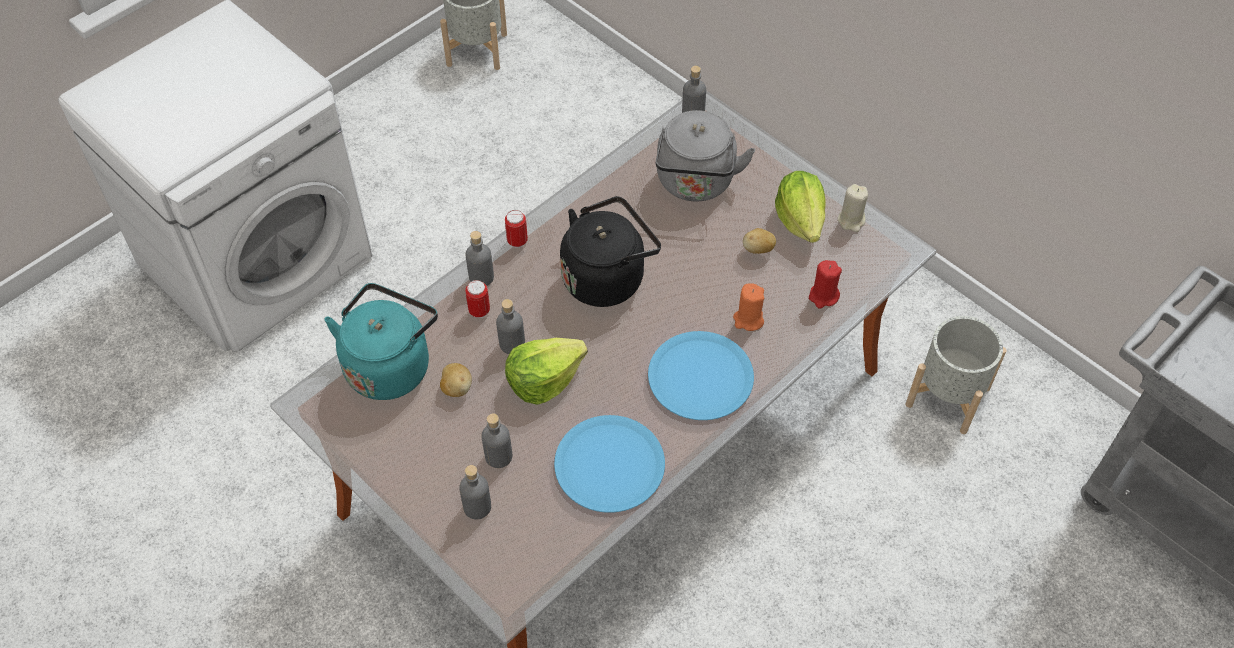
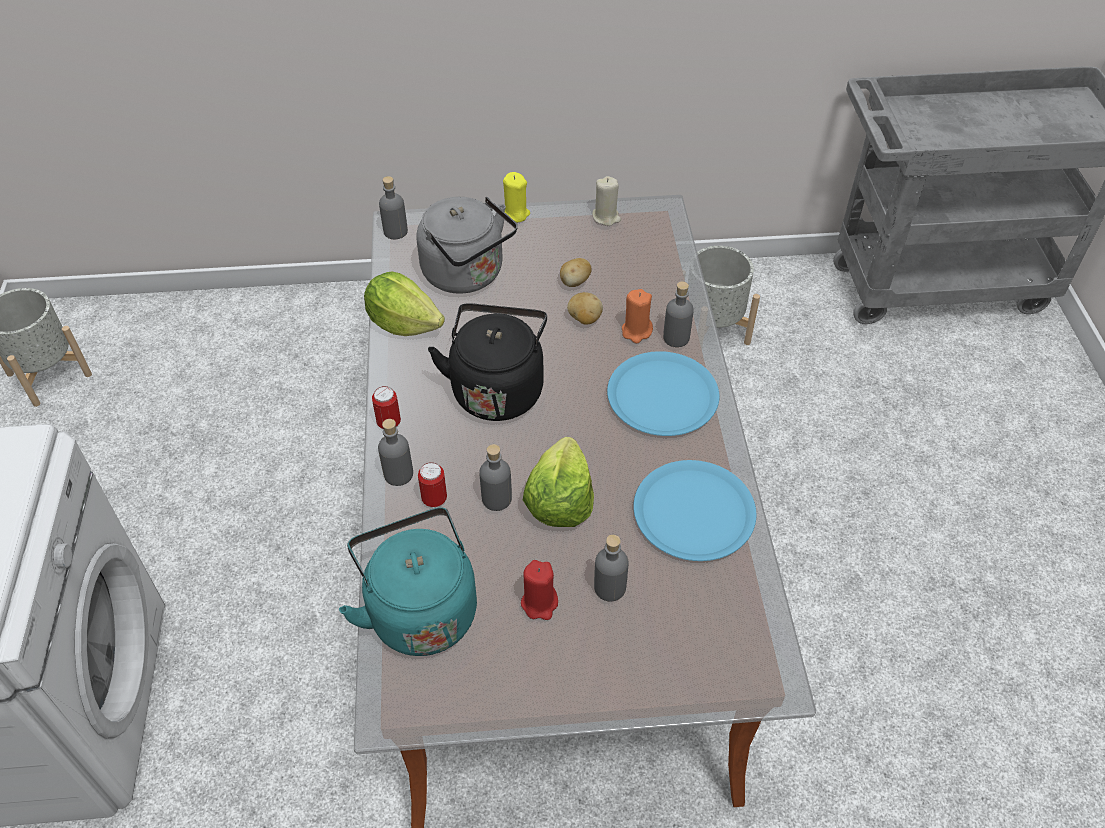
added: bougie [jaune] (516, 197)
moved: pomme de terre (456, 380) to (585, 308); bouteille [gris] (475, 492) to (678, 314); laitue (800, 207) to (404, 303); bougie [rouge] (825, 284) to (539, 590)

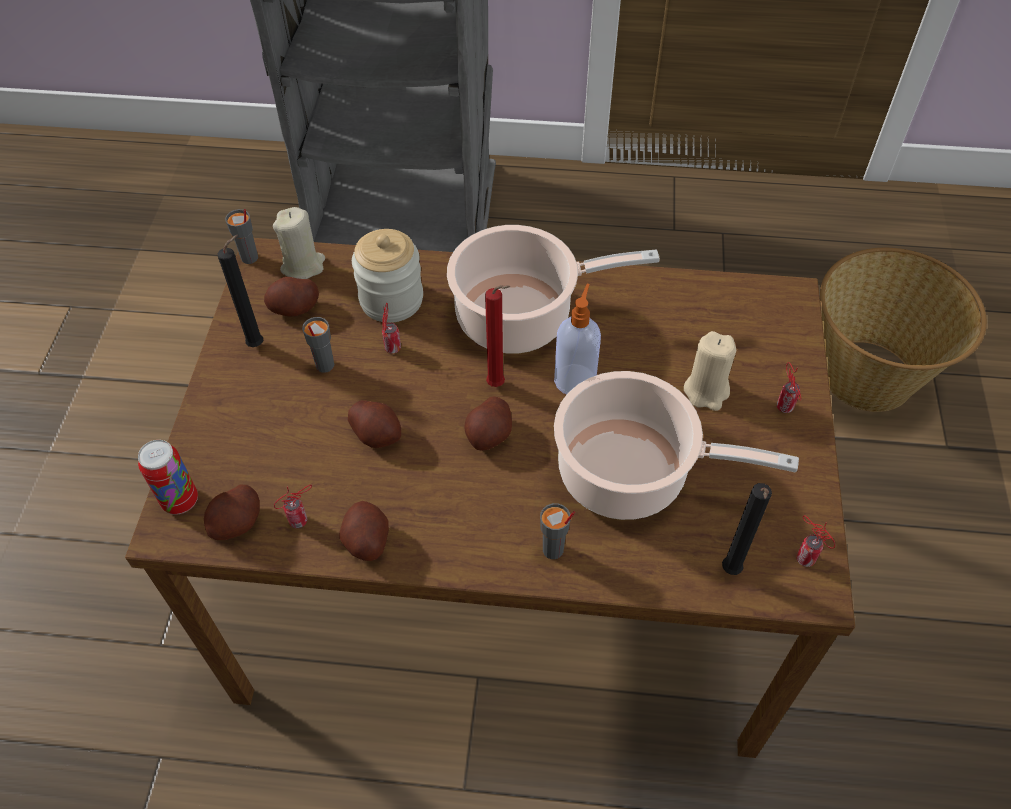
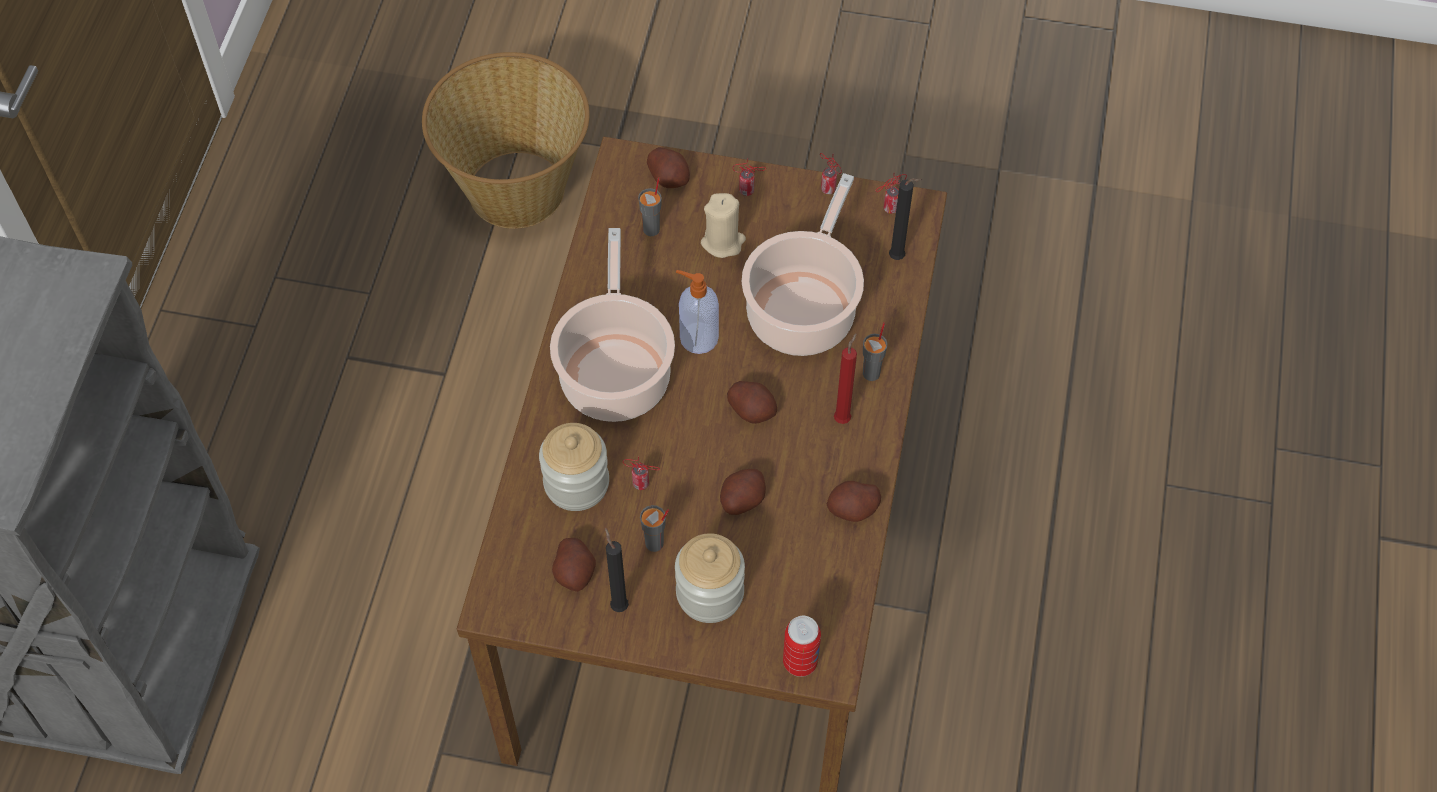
removed: bougie [beige] (299, 243)
added: bocal (710, 578)
moved: pomme de terre (232, 512) to (668, 167); tasse [gris] (241, 236) to (650, 206); boîte métallique (293, 506) to (831, 173); bougie [rouge] (497, 336) to (845, 378)

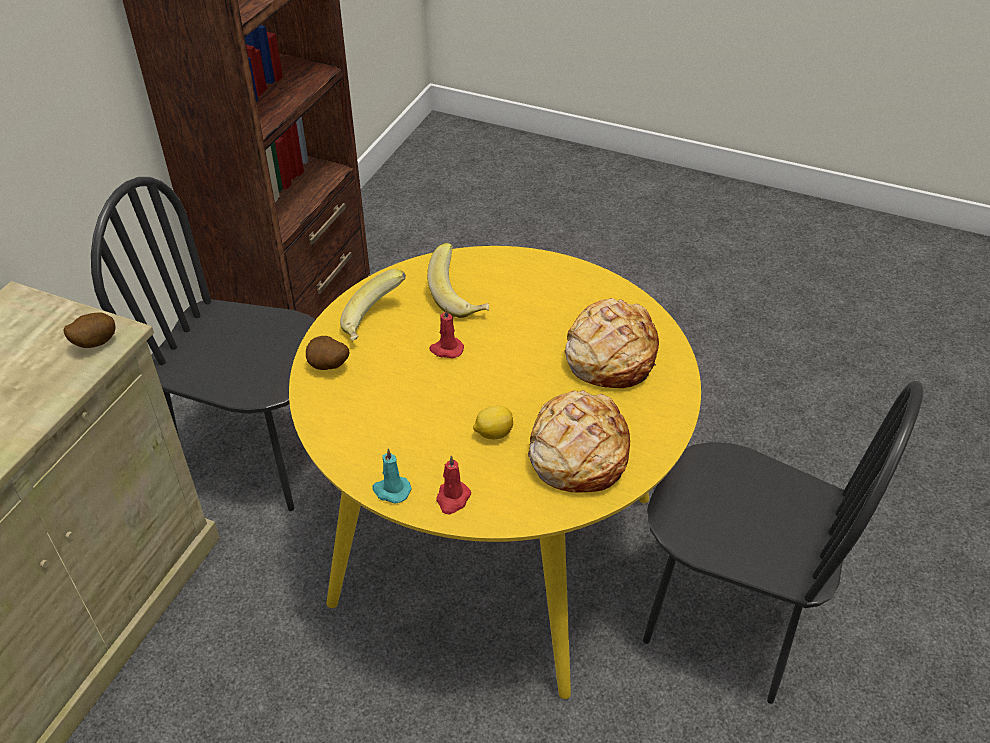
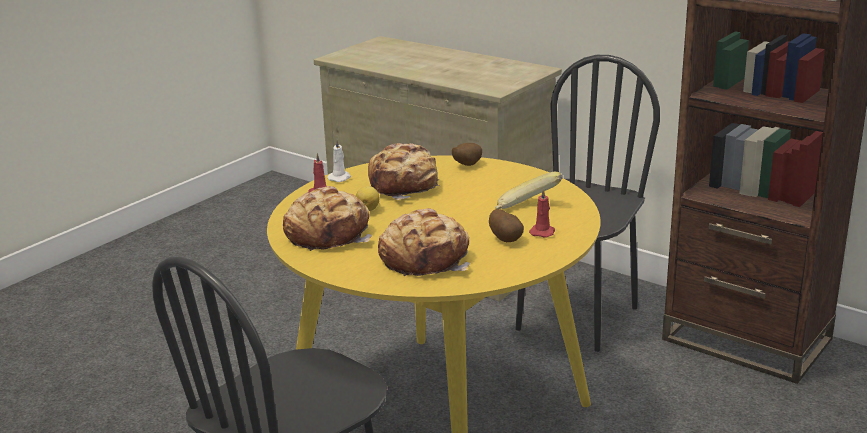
removed: banane (373, 305)
added: pain (403, 171)
moved: pomme de terre (89, 330) to (506, 225); bougie [rouge] (446, 332) to (542, 213)
recoloured: bougie [turquoise] (392, 476) to bougie [blanc] (339, 160)

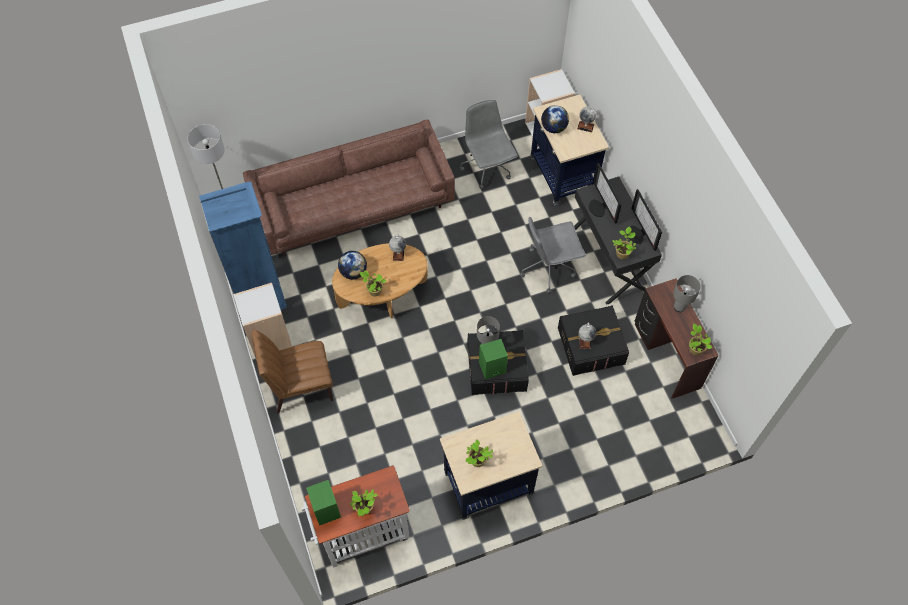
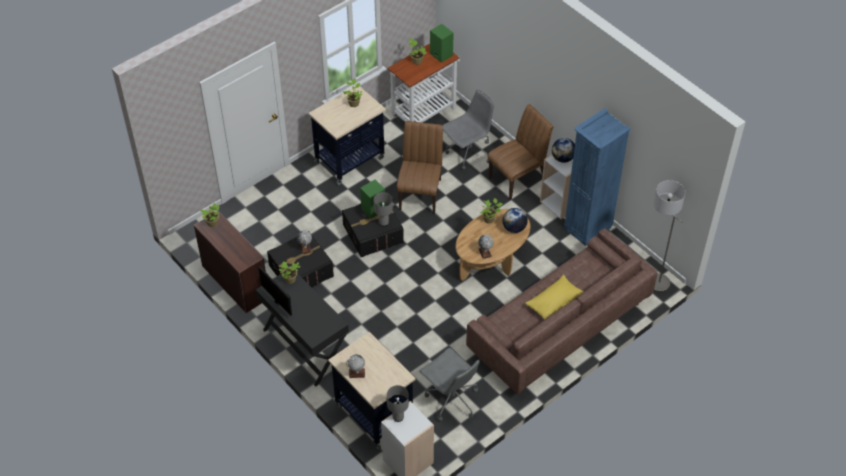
removed: écran d'ordinateur (605, 193)
added: chaise [marron] (420, 167); coussin [jaune] (554, 297)
moved: chaise de bureau [gris] (553, 254) to (468, 130); globe (555, 119) to (563, 150); lampe de table [gris] (687, 293) to (398, 403)

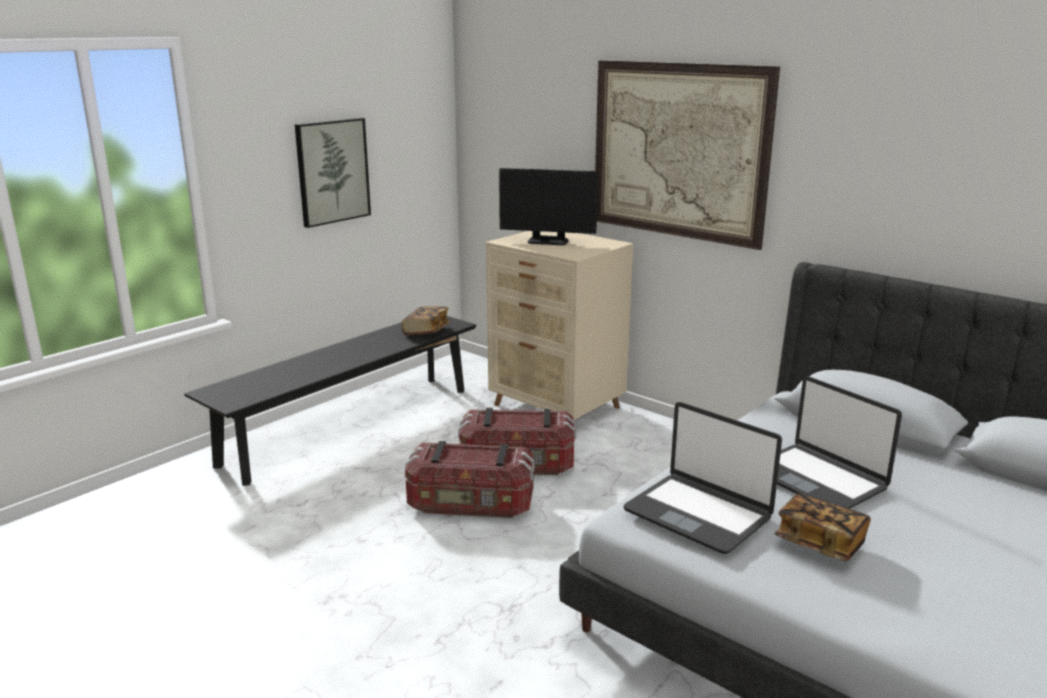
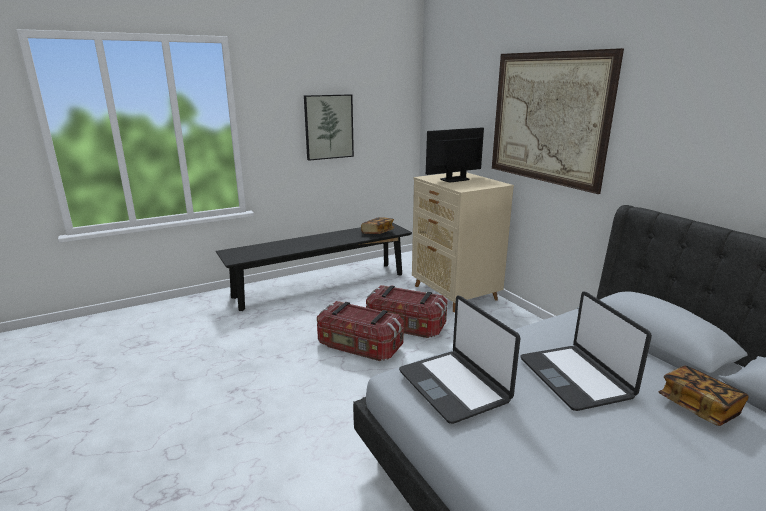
moved: livre (823, 527) to (704, 395)
turned: écran d'ordinateur (548, 206) = (455, 155) 120 degrees clockwise

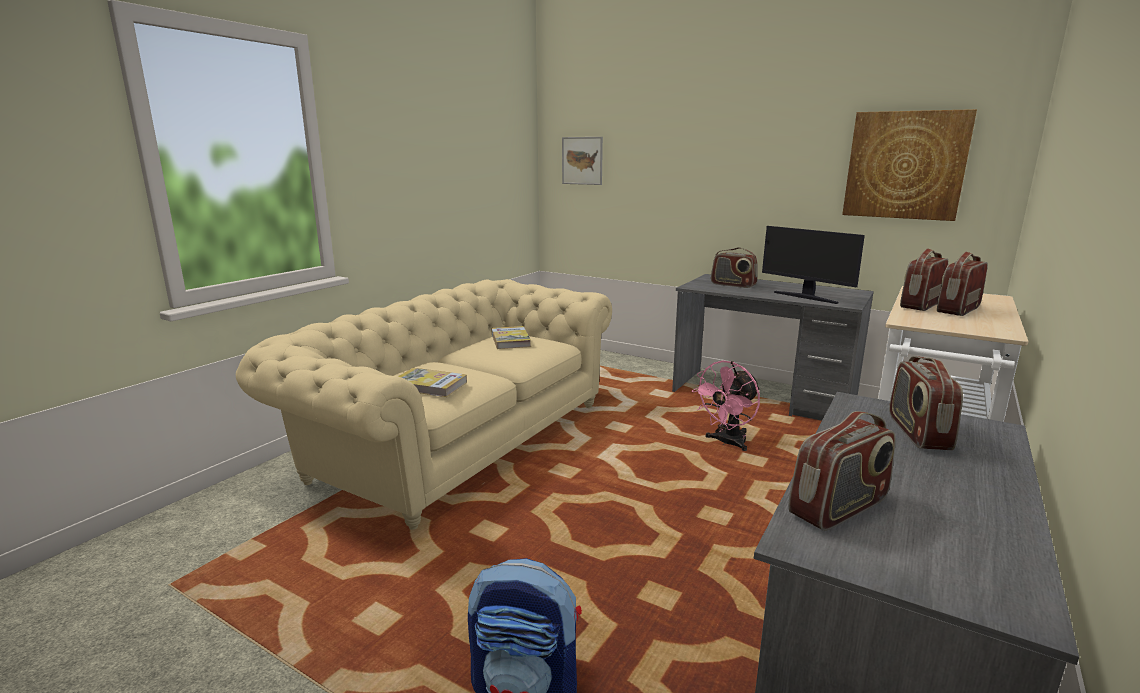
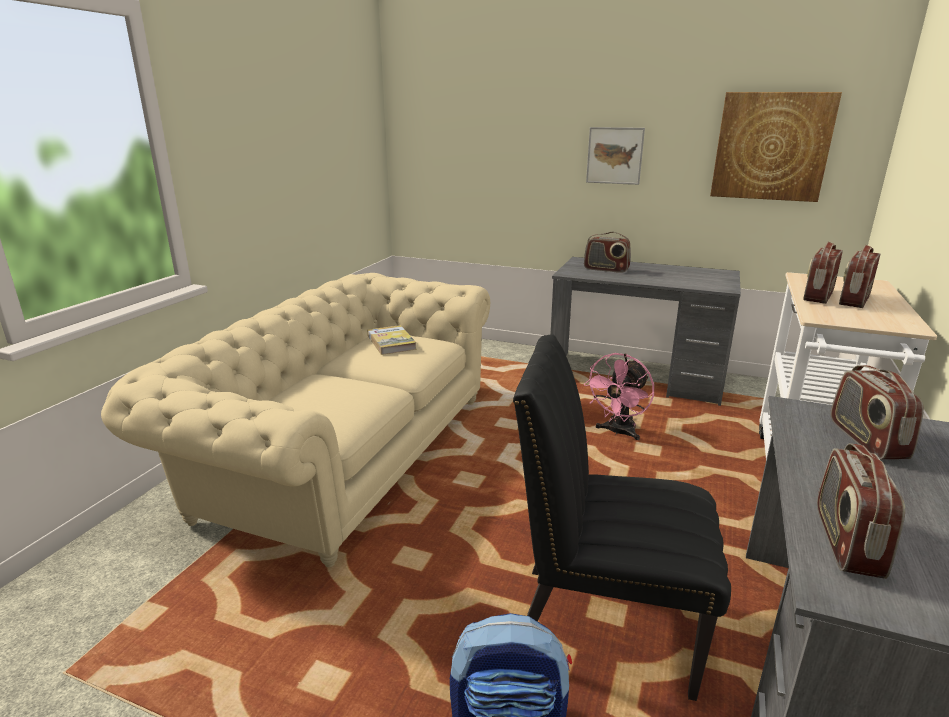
removed: livre (432, 382); écran d'ordinateur (813, 265)
added: chaise [noir] (622, 518)
moved: tableau (582, 161) to (615, 156)
turned: radio (842, 471) = (861, 511) 150 degrees clockwise

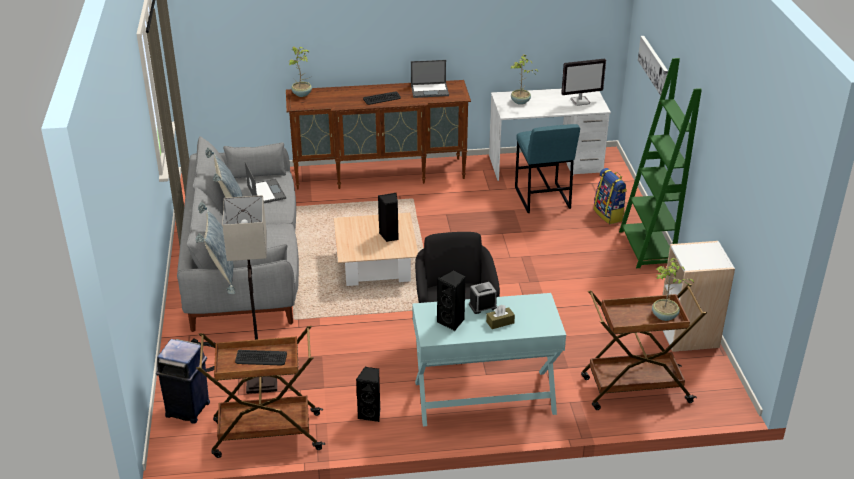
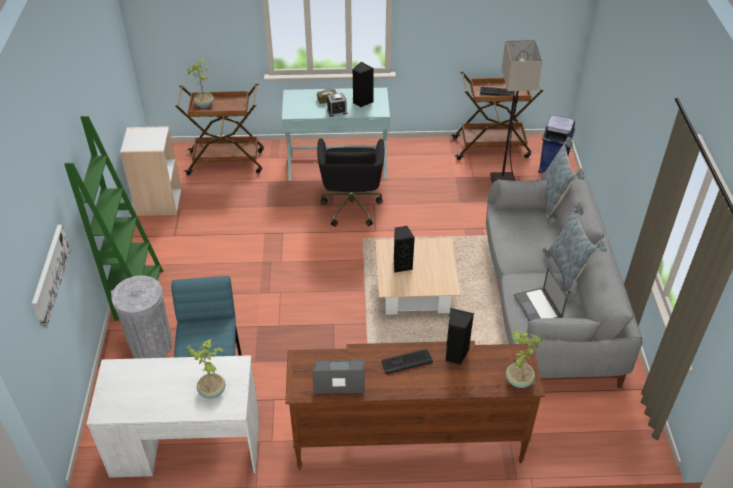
removed: écran d'ordinateur (583, 82)
moved: enceinte [noir] (368, 394) to (460, 336)
replaced: sac à dos (610, 196) to poubelle [gris] (141, 317)

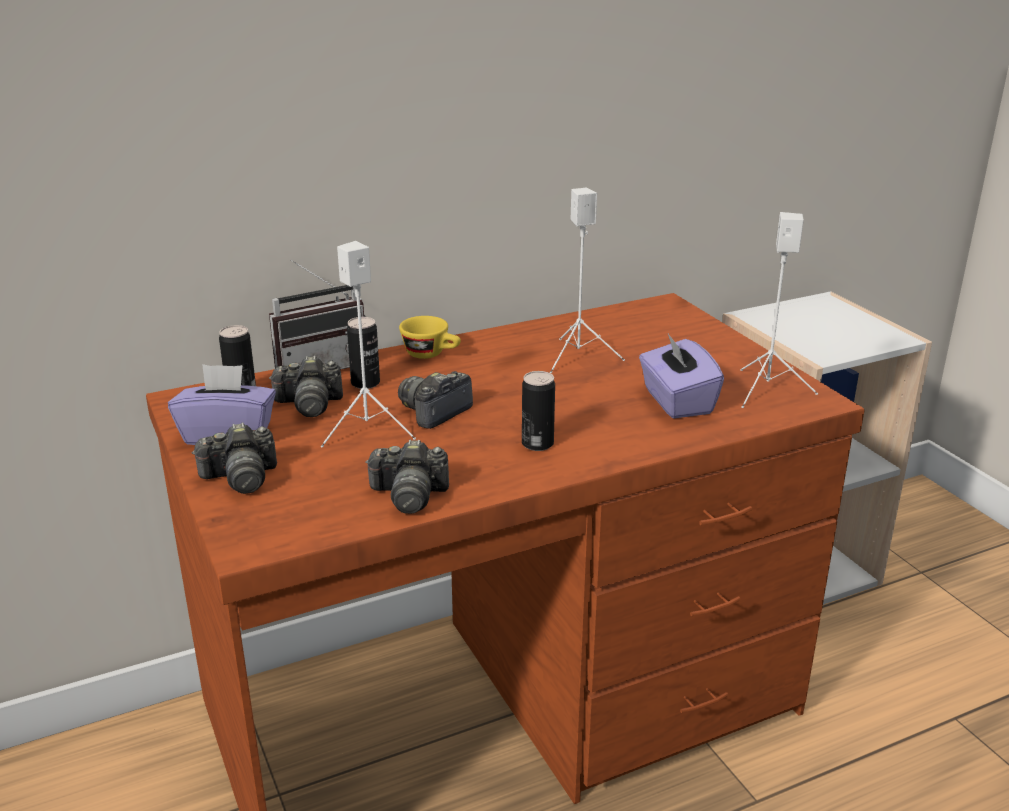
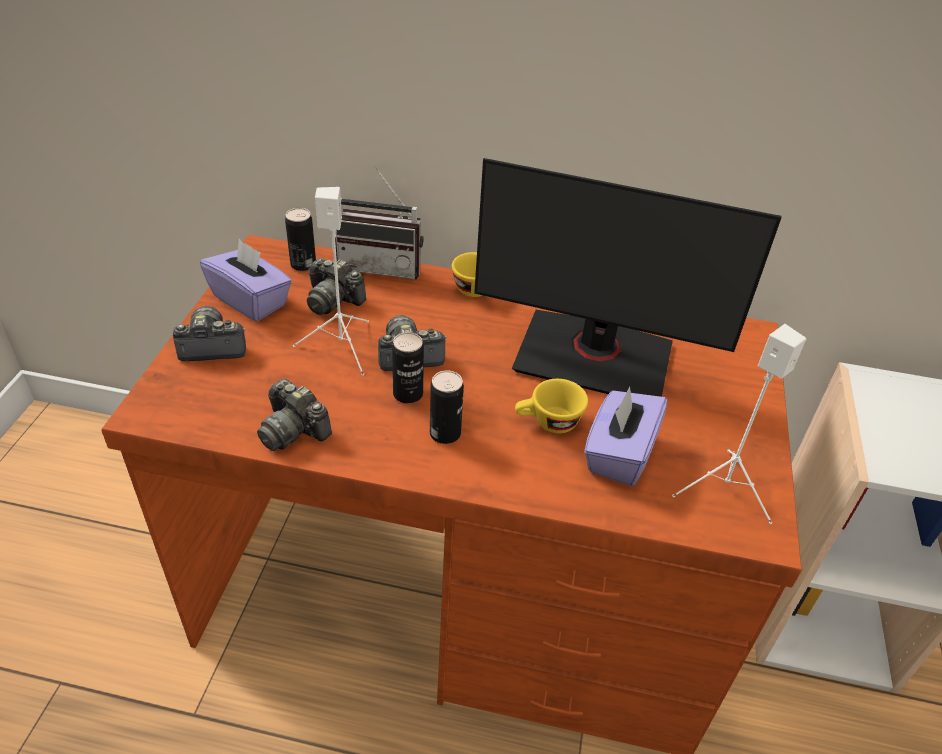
added: tasse [jaune] (551, 406)
moved: boîte métallique (363, 353) to (408, 367)
replaced: enceinte [blanc] (587, 280) to écran d'ordinateur (628, 277)
turned: appareil photo (234, 458) = (209, 333) 150 degrees clockwise

